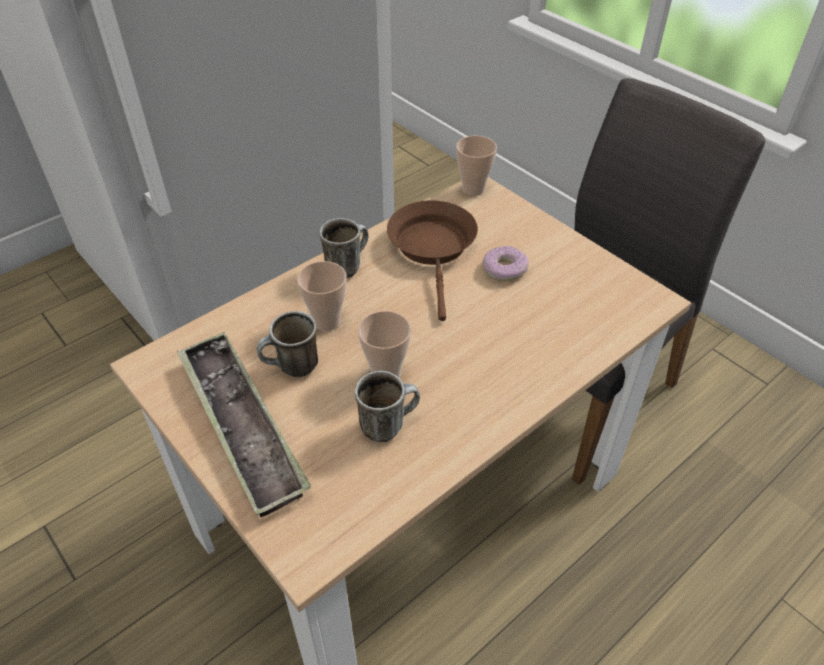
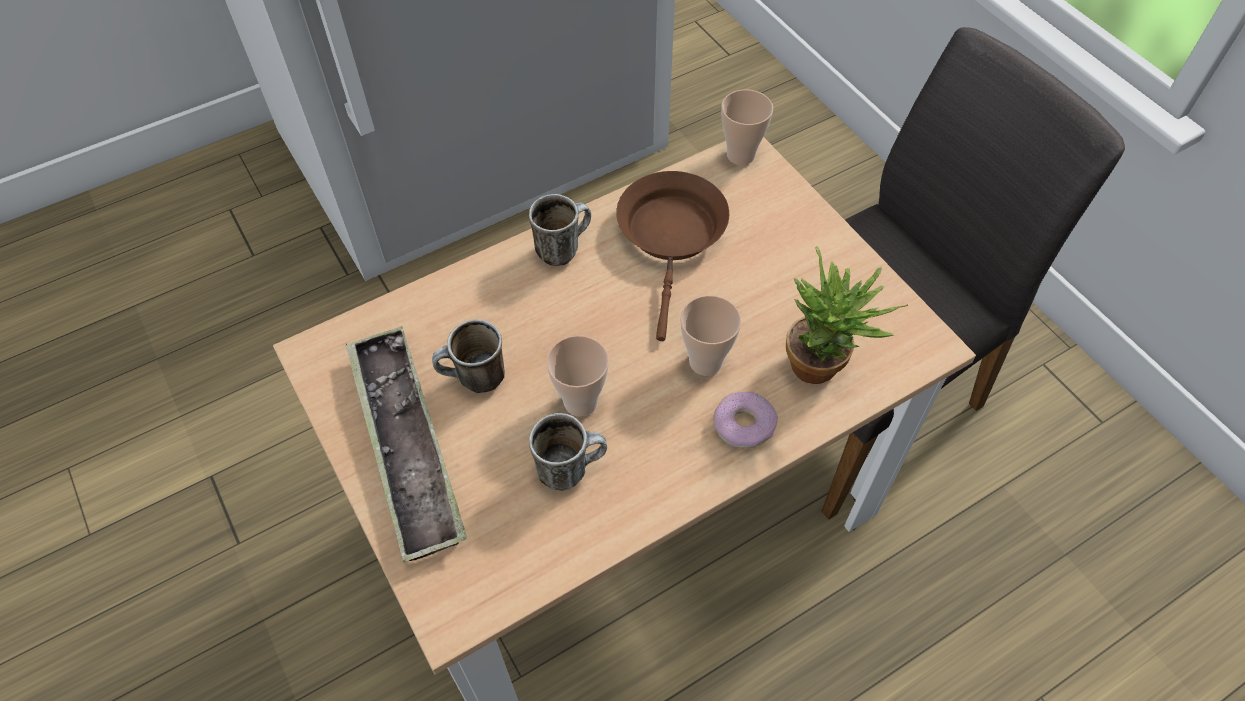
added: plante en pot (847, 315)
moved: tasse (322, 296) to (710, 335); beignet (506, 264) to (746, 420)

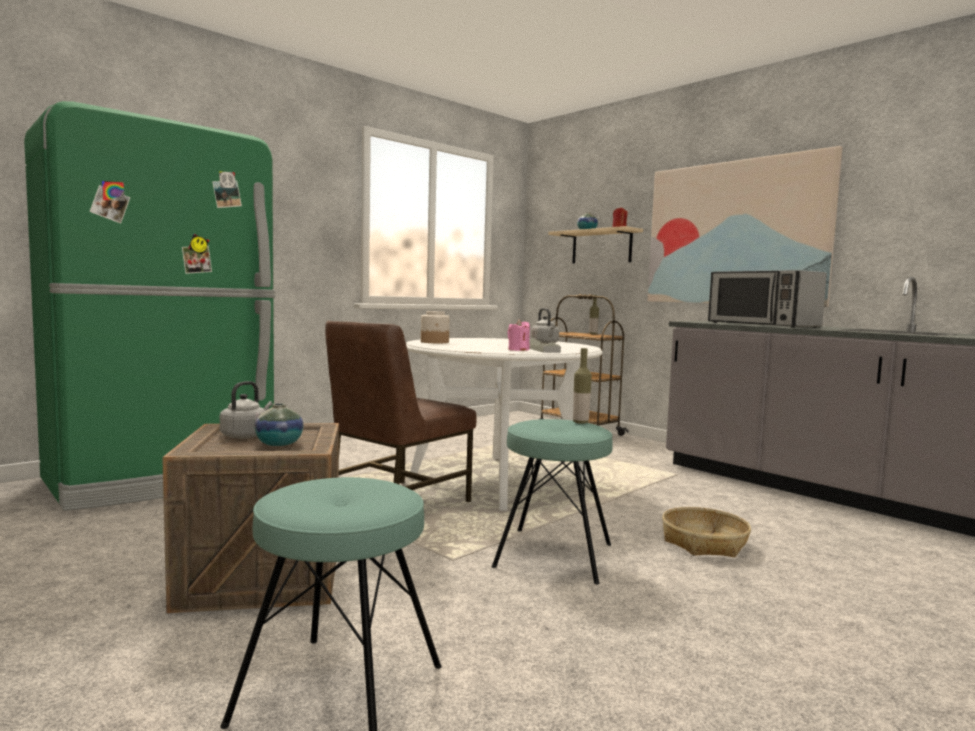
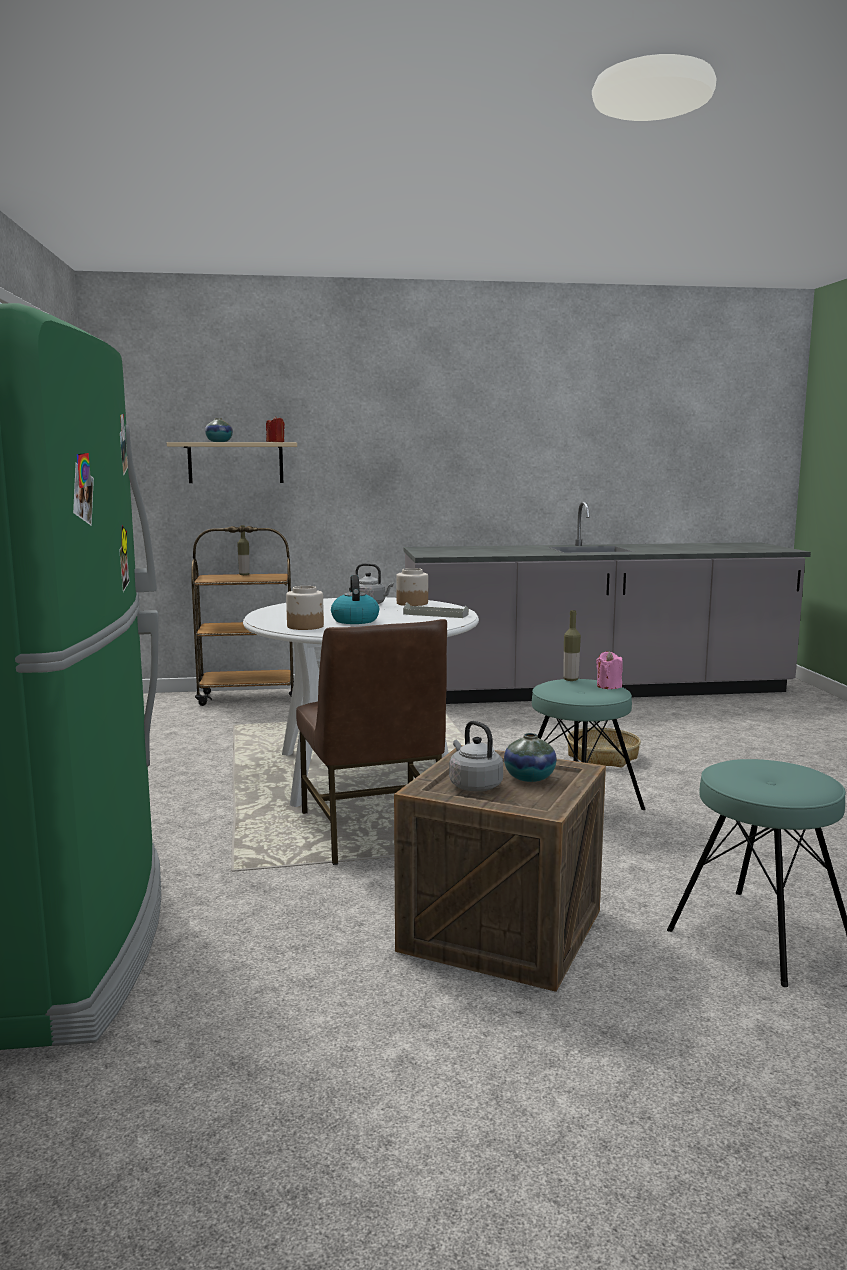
removed: tableau (745, 226); micro-ondes (767, 299)
added: bouilloire (355, 599); bocal (412, 587)
moved: bougie [rose] (518, 335) to (609, 670)

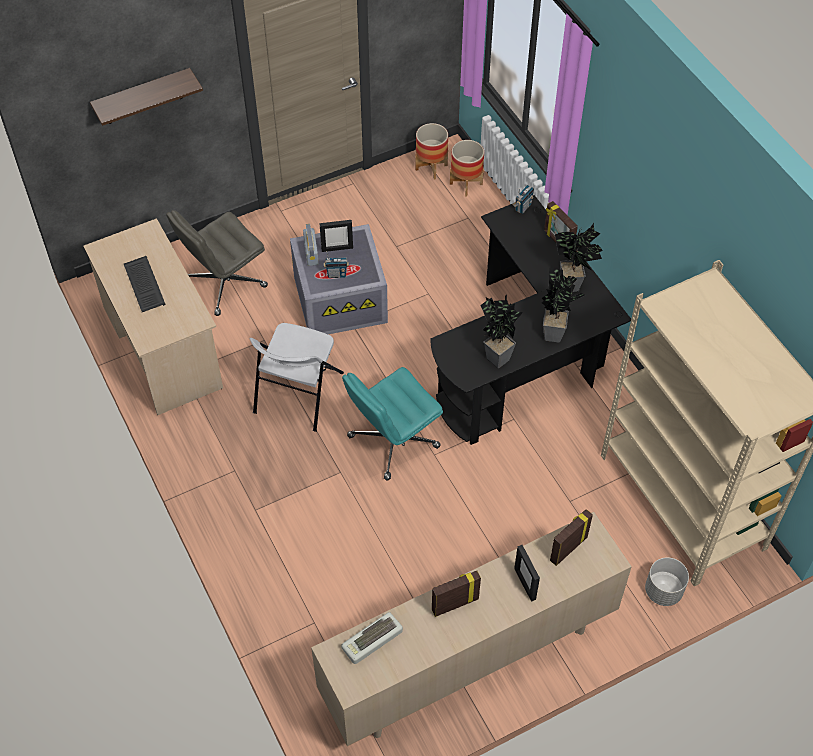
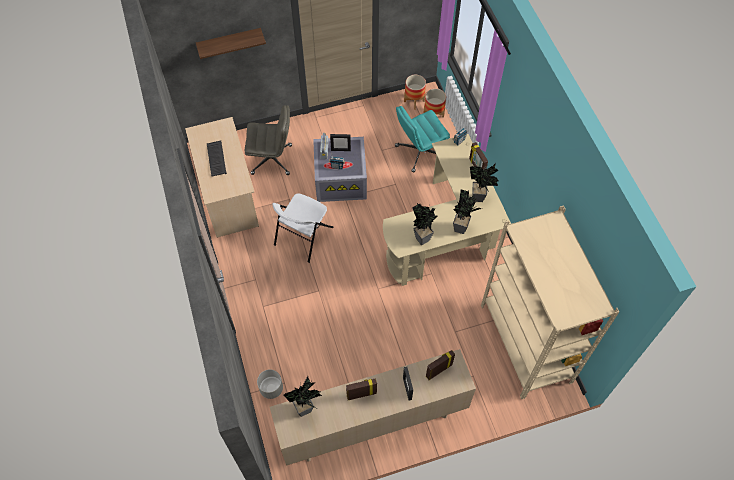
moved: chaise de bureau [turquoise] (392, 423) to (422, 139); cache-pot [gris] (667, 581) to (270, 384)
replaced: clavier (372, 638) to plante en pot (303, 396)
recoloured: bureau [noir] (530, 320) to bureau [beige] (447, 210)
turned: chaise de bureau [gris] (217, 263) = (268, 140) 150 degrees counterclockwise

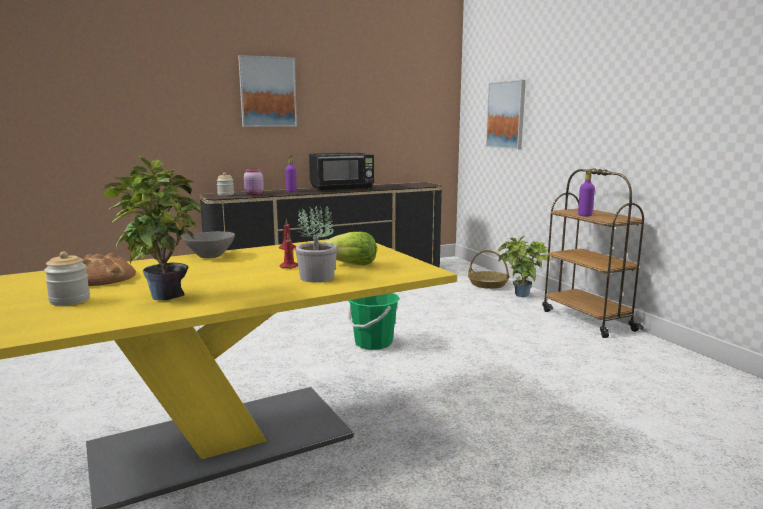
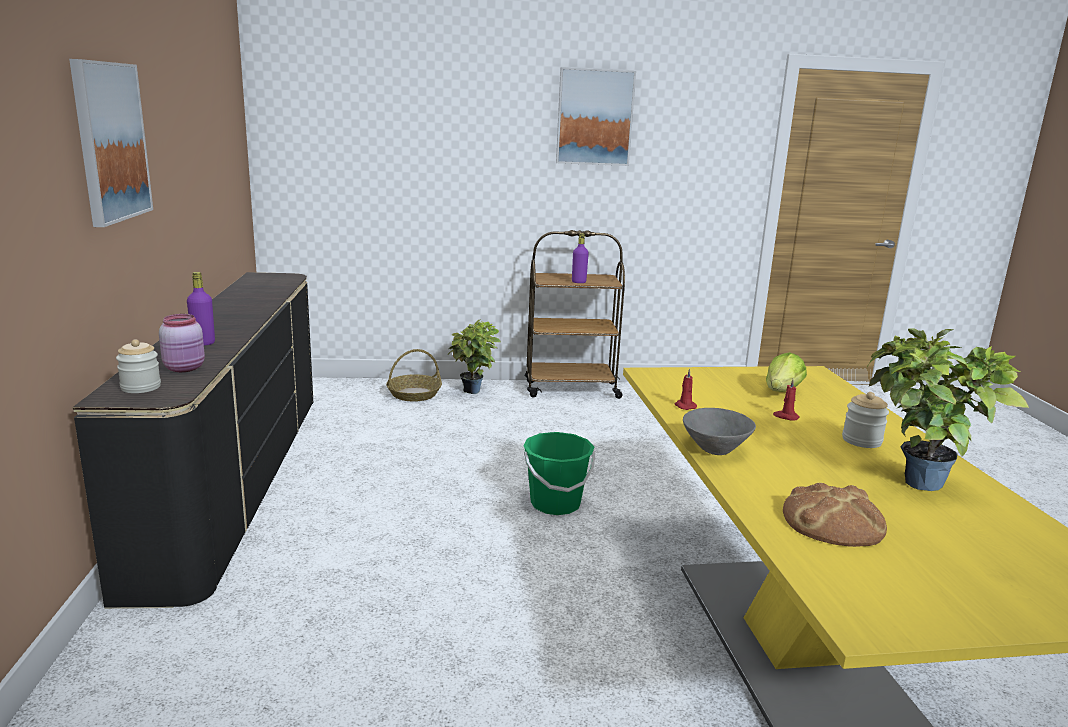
removed: plante en pot (316, 244); micro-ondes [noir] (341, 172)
moved: bocal (67, 279) to (865, 420); tableau (506, 115) to (596, 116)

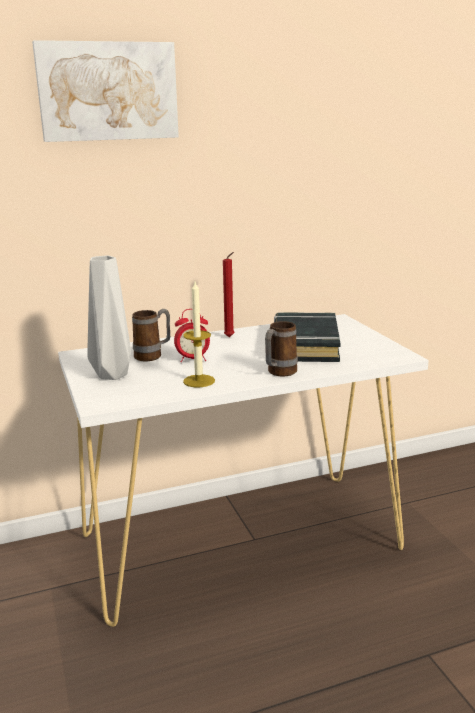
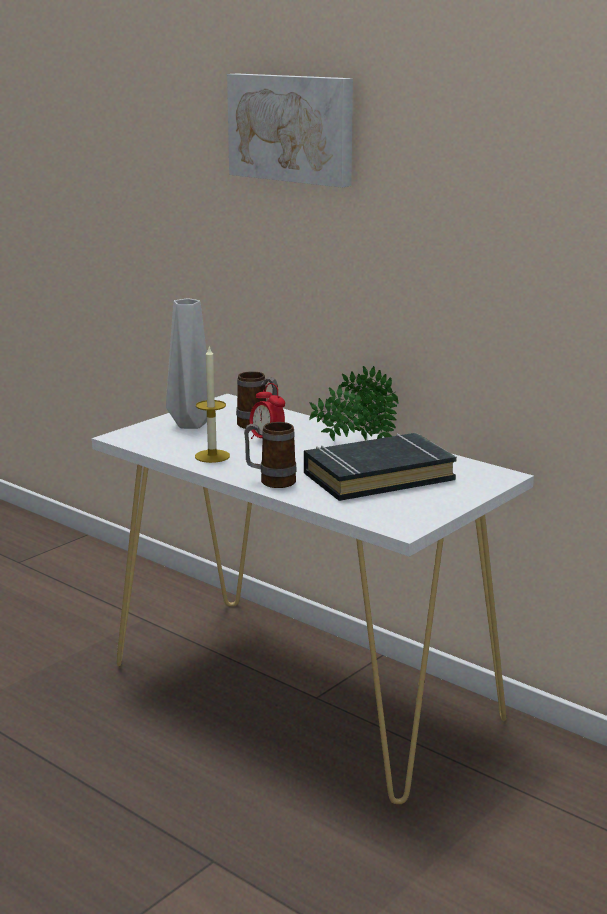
replaced: bougie [rouge] (229, 294) to plante en pot (354, 403)

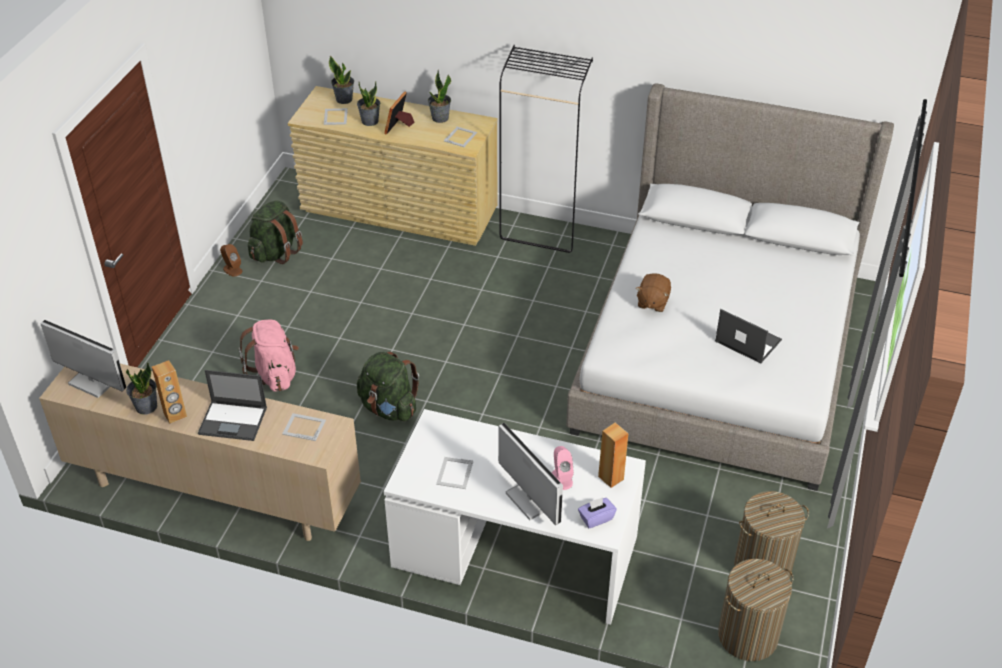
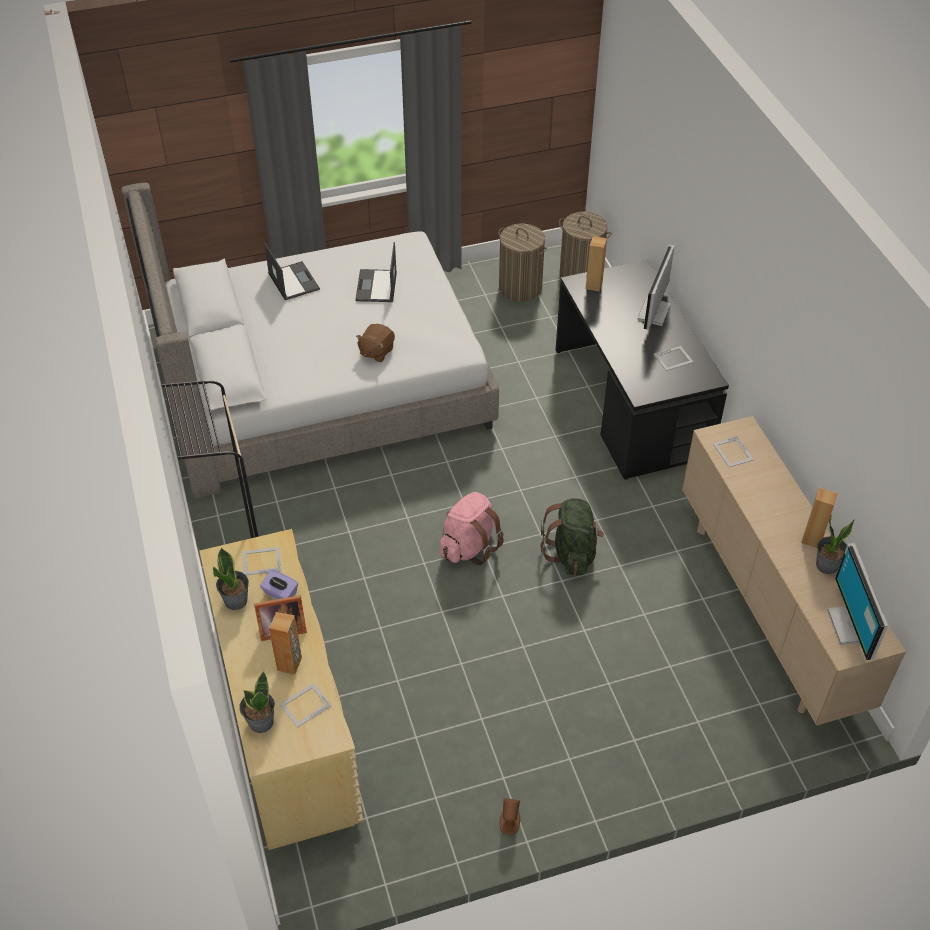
removed: sac à dos [vert] (275, 232); enceinte [rose] (563, 468)
moved: ordinateur portable (232, 405) to (292, 271); sac à dos [rose] (269, 355) to (472, 529); boîte à mouchoirs [violet] (597, 512) to (279, 584)
replaced: plante en pot (368, 103) to enceinte [marron] (285, 643)
recoloured: bureau [blanc] (515, 517) to bureau [noir] (642, 370)
turned: peluche [marron] (653, 292) = (375, 343) 135 degrees clockwise

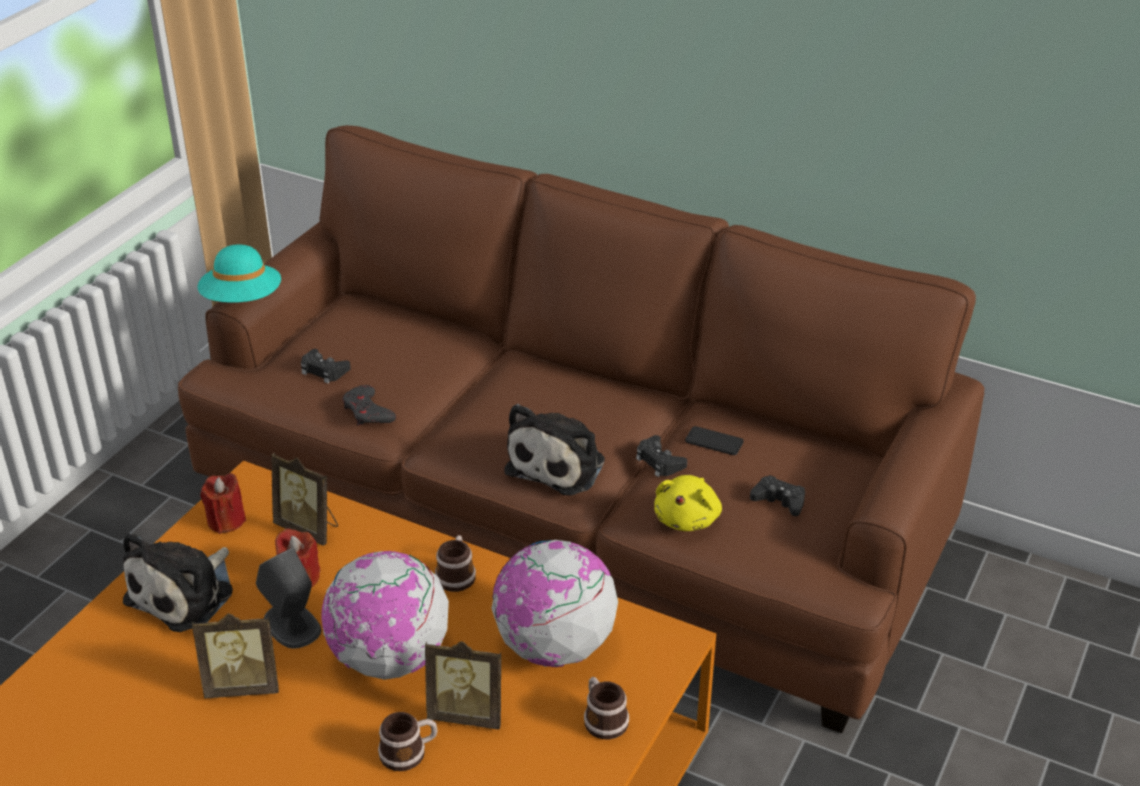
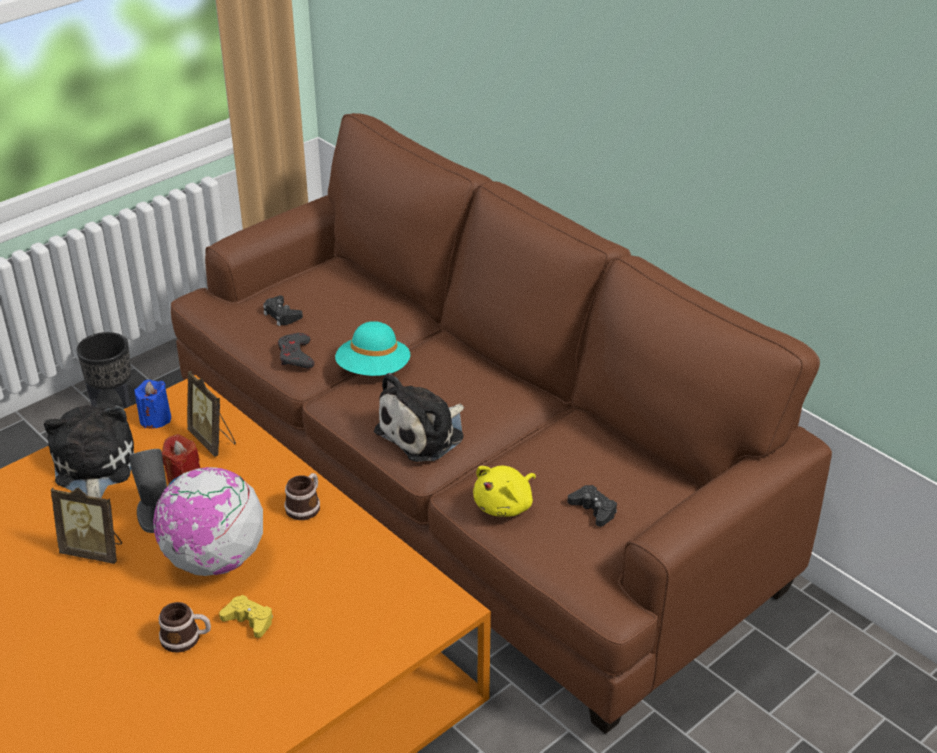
removed: globe (555, 603); mug (606, 708); manette [noir] (661, 456); téléphone (714, 440)
added: cache-pot [noir] (104, 370)
moved: chapeau [turquoise] (239, 273) to (372, 348)
replaced: cadre photo (463, 685) to manette [jaune] (246, 616)
recoloured: bougie [rouge] (223, 503) to bougie [bleu] (153, 404)
turned: peluche (178, 582) = (89, 451) 120 degrees clockwise

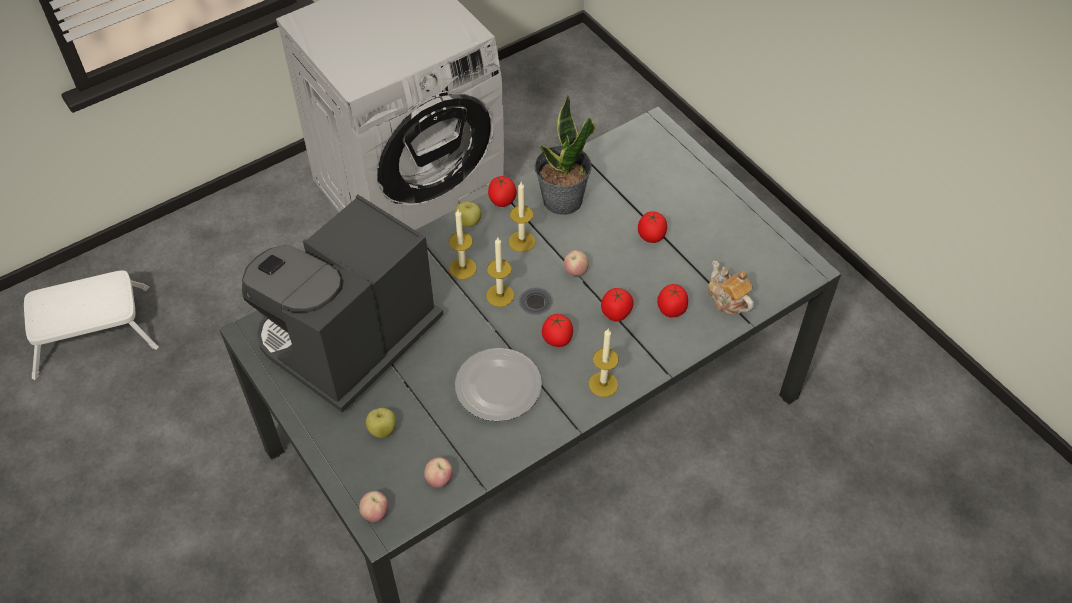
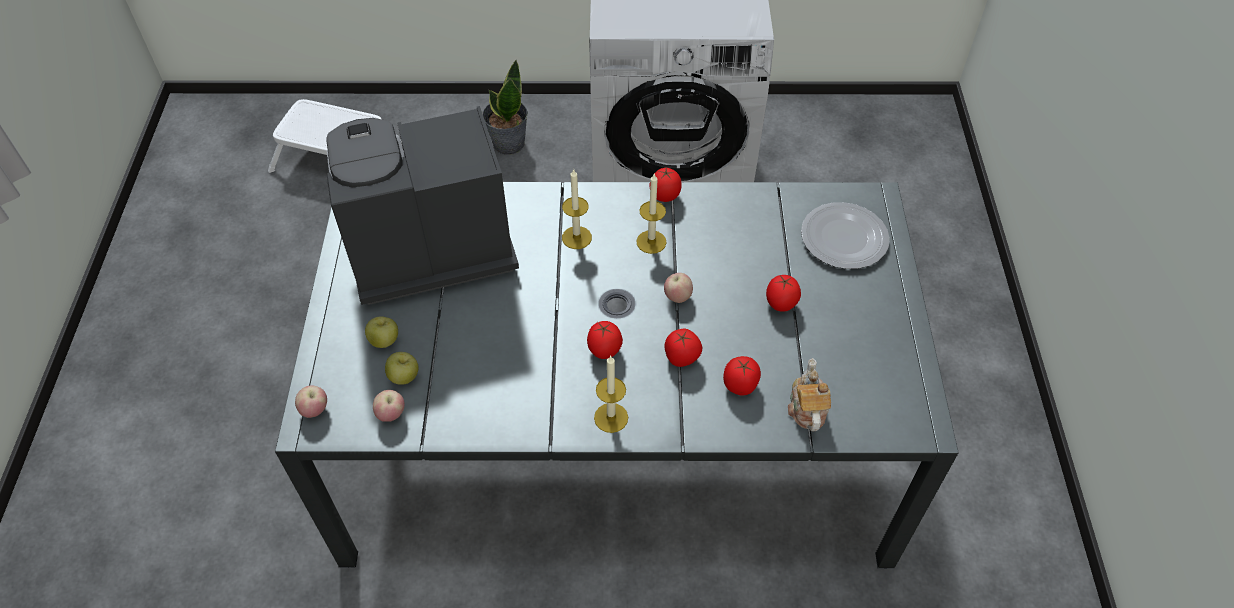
removed: bougie (500, 272)
moved: pomme (468, 214) to (401, 368); assiette (498, 384) to (845, 235); plante en pot (565, 155) to (505, 107)

